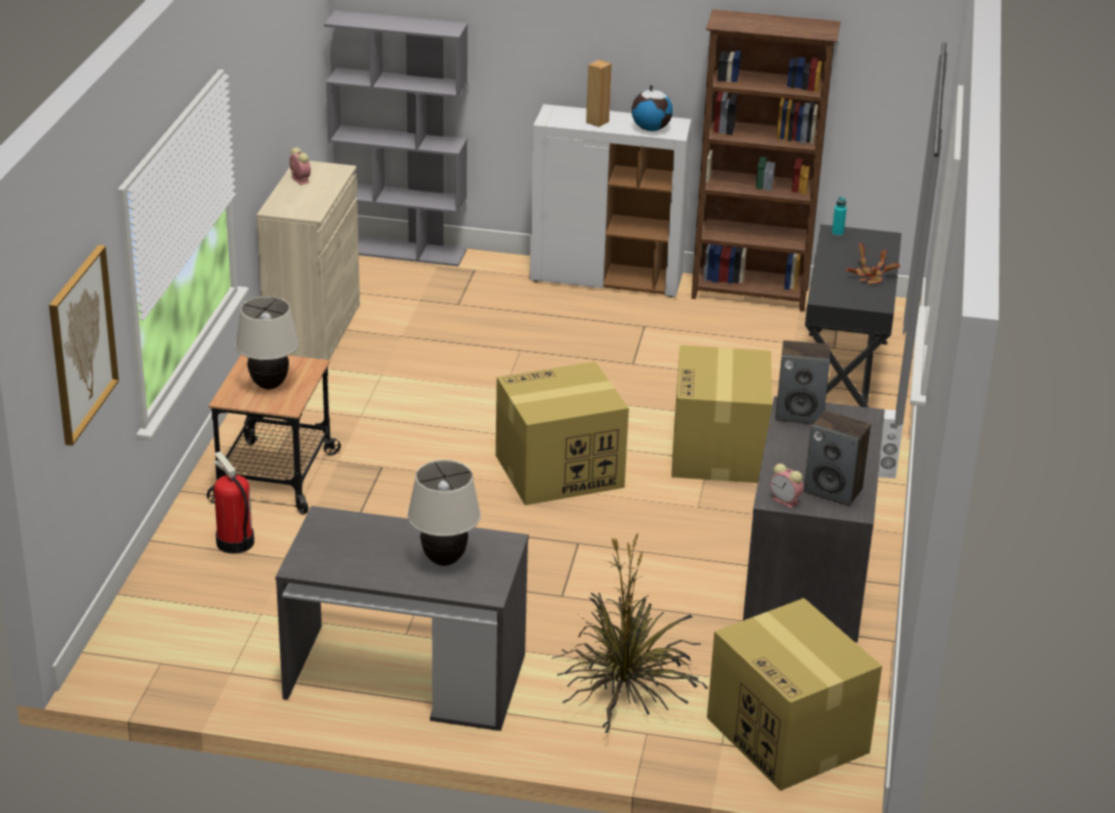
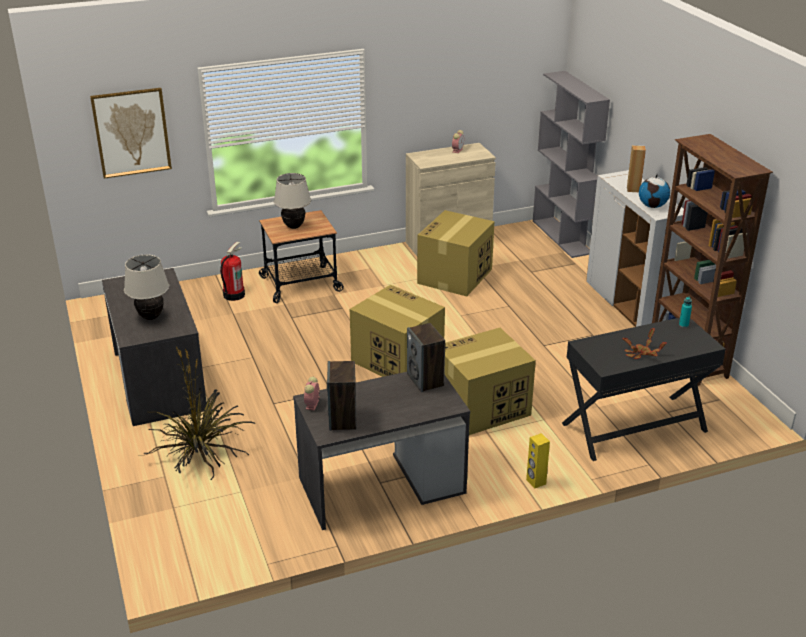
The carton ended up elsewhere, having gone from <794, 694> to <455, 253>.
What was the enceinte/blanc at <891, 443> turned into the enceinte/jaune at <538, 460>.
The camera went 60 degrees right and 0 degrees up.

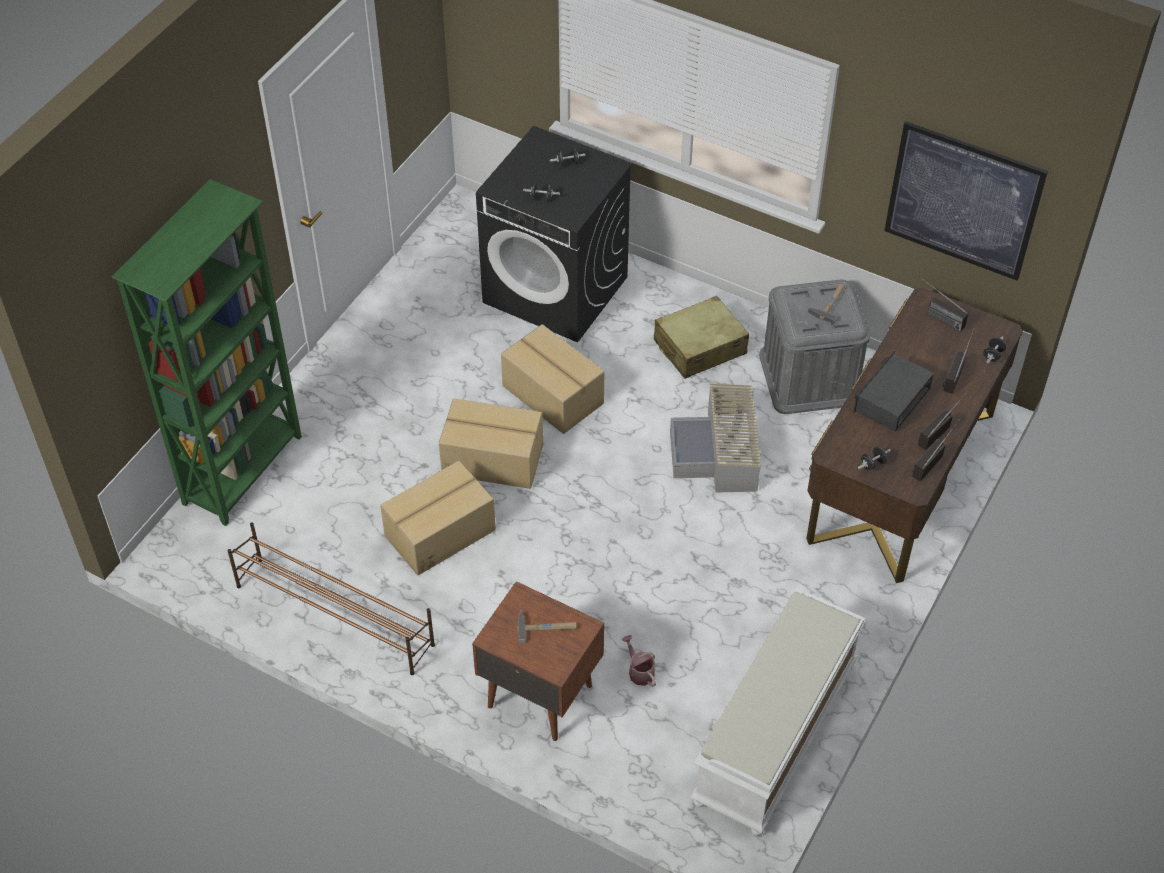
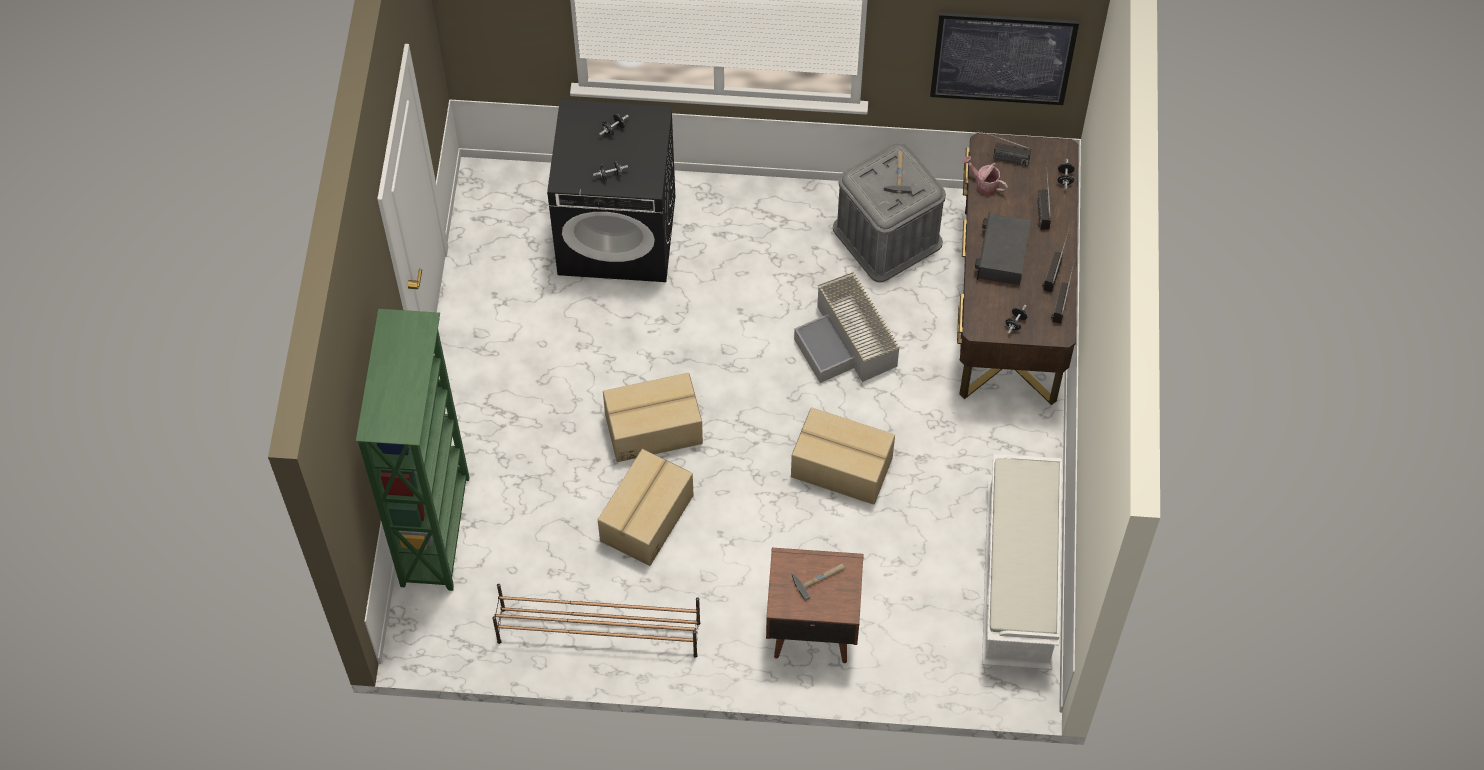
The carton ended up elsewhere, having gone from <552, 379> to <843, 456>.
The arrosoir ended up elsewhere, having gone from <639, 661> to <985, 175>.
The second view lost the valise/beige at <701, 337>.
The camera went 25 degrees left and 10 degrees up.

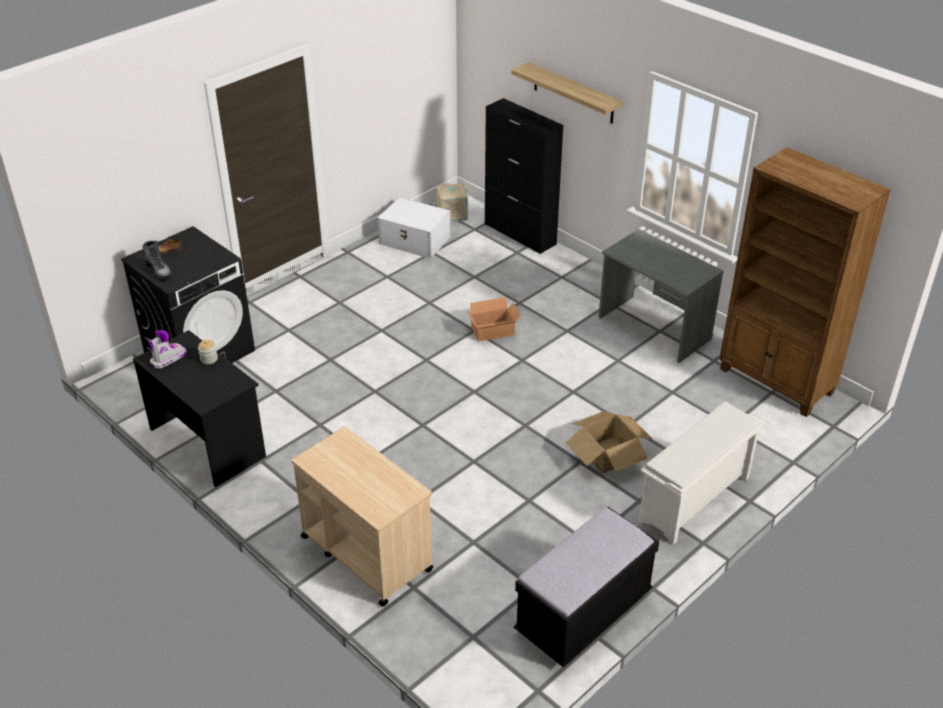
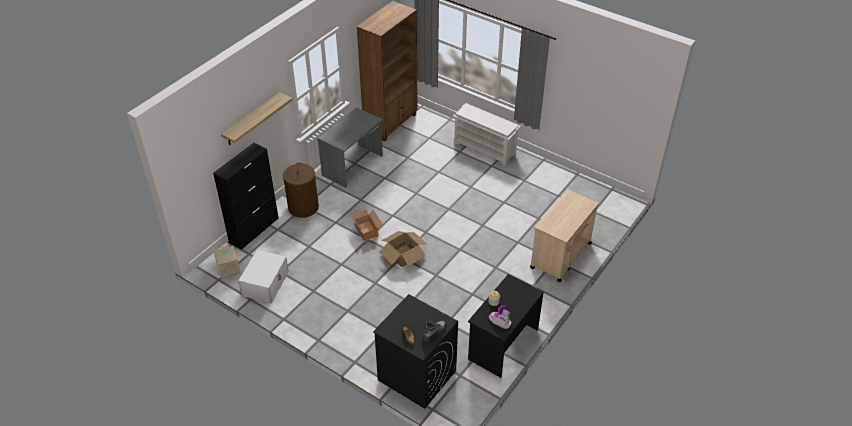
The second view lost the banc/noir at <586, 587>.
The carton ended up elsewhere, having gone from <609, 442> to <403, 249>.
The second view gained the panier à linge/marron at <301, 190>.
The camera went 100 degrees left and 5 degrees up.

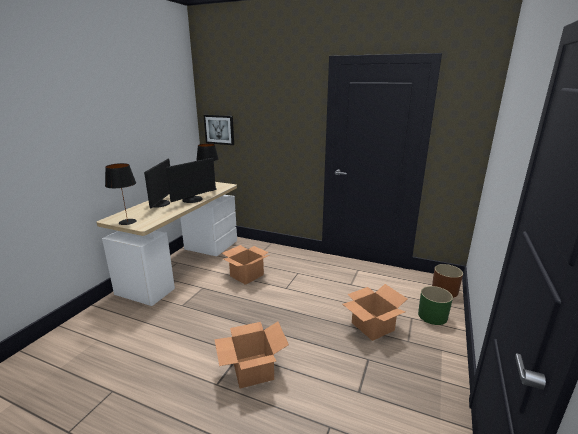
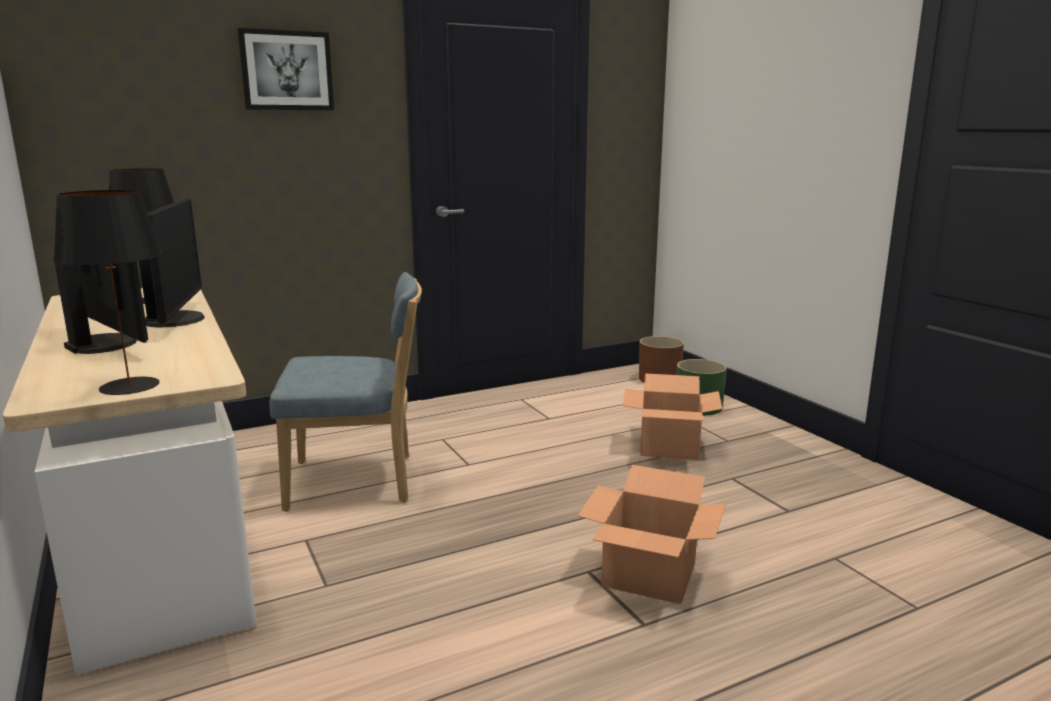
The tableau ended up elsewhere, having gone from <219, 130> to <286, 69>.
Where the carton stood at <246, 265>, the chaise/bleu came to stand at <345, 391>.
The camera went 50 degrees left and 5 degrees down.

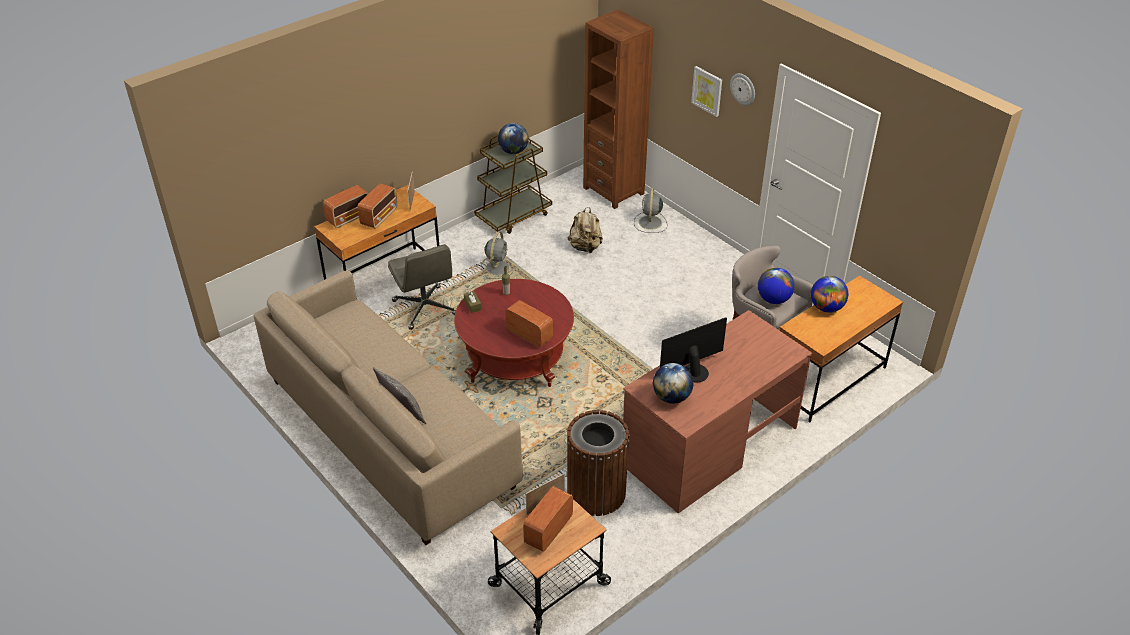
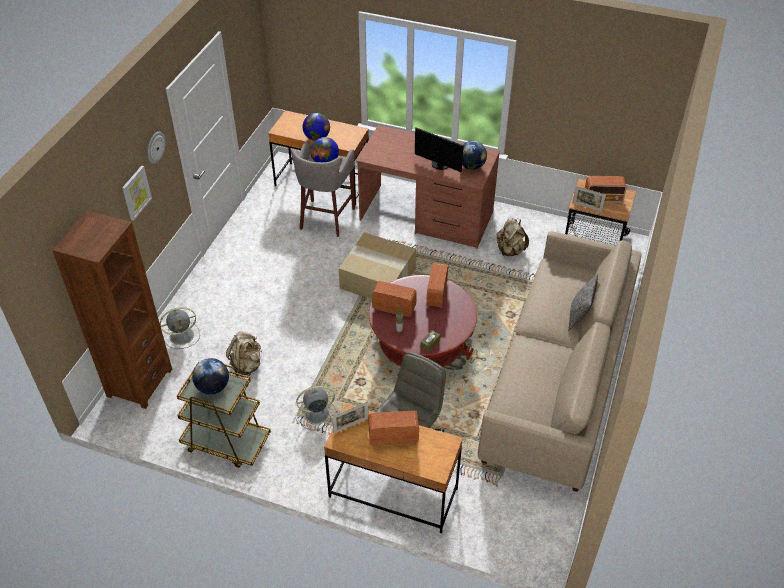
The radio ended up elsewhere, having gone from <345, 206> to <394, 299>.
Where the poubelle/marron stood at <598, 463>, the sac à dos/beige came to stand at <513, 237>.
The second view gained the carton at <377, 265>.
The camera went 120 degrees left and 5 degrees up.

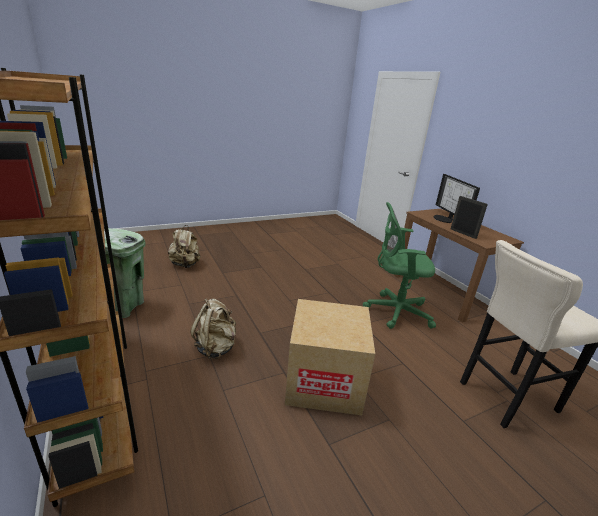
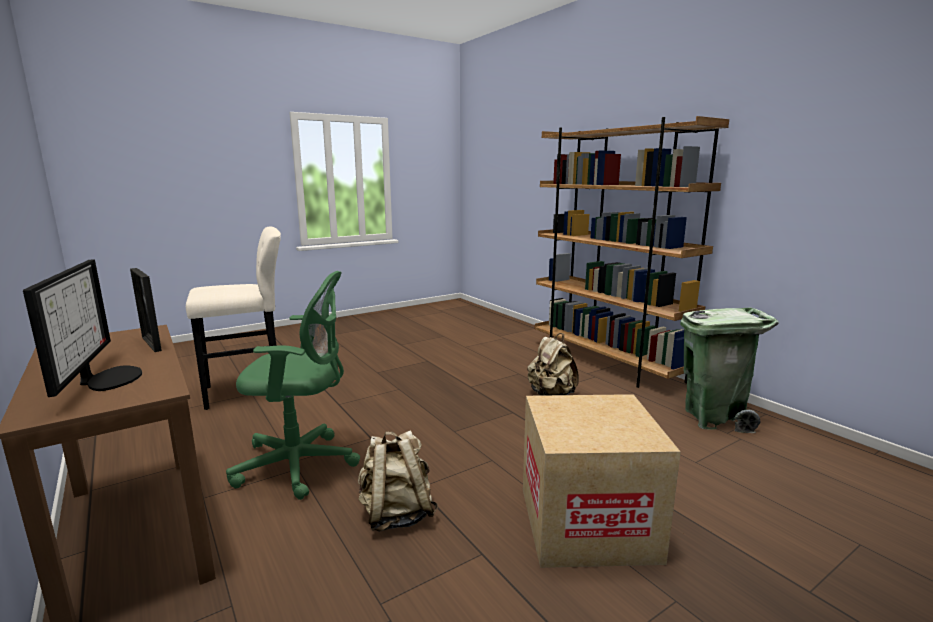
The sac à dos/beige ended up elsewhere, having gone from <184, 246> to <398, 481>.
The carton ended up elsewhere, having gone from <330, 357> to <602, 481>.
The camera went 175 degrees right and 10 degrees down.

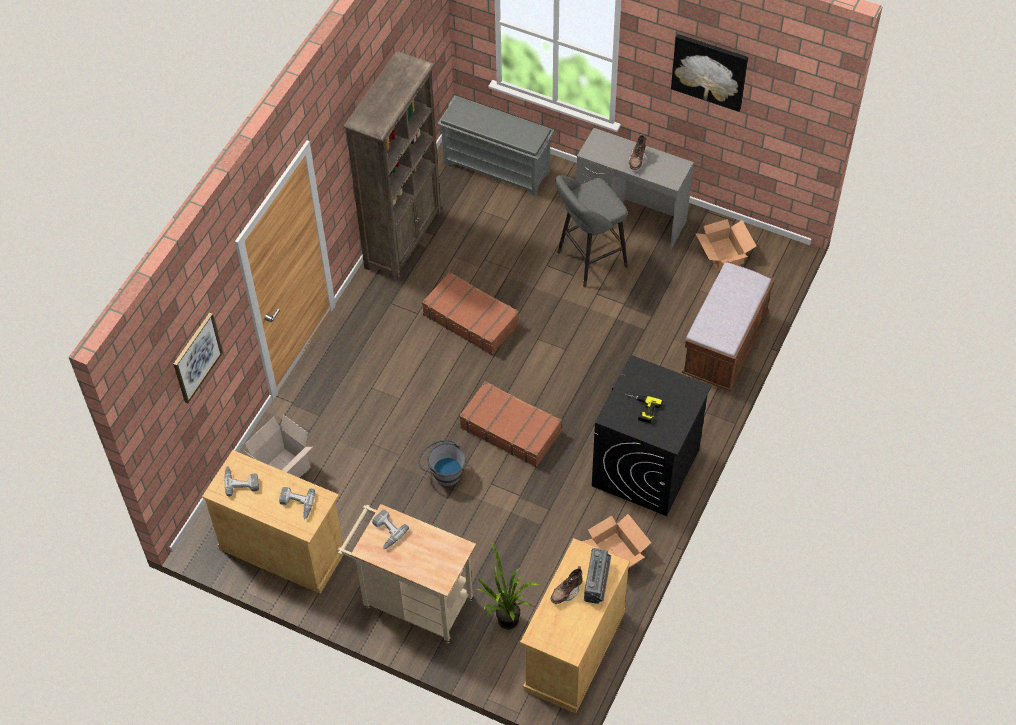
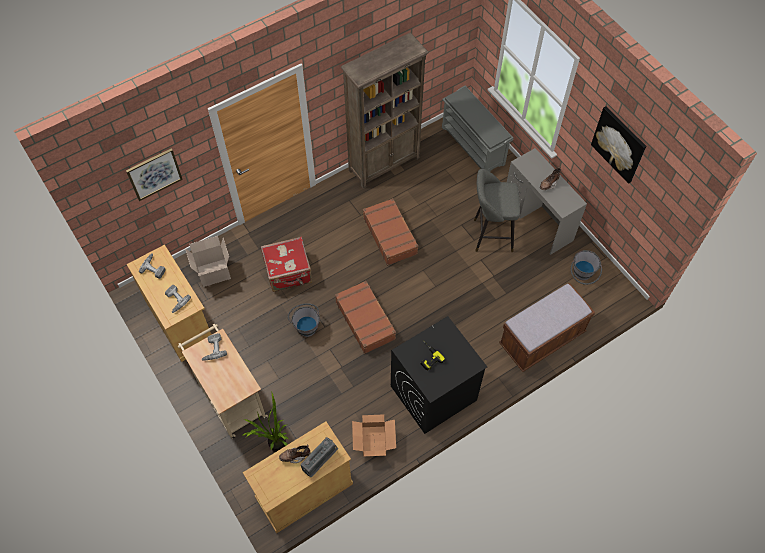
Where the carton stood at <725, 245>, the seau/gris came to stand at <586, 267>.
The second view gained the valise/rouge at <286, 264>.
The camera went 30 degrees right and 5 degrees up.

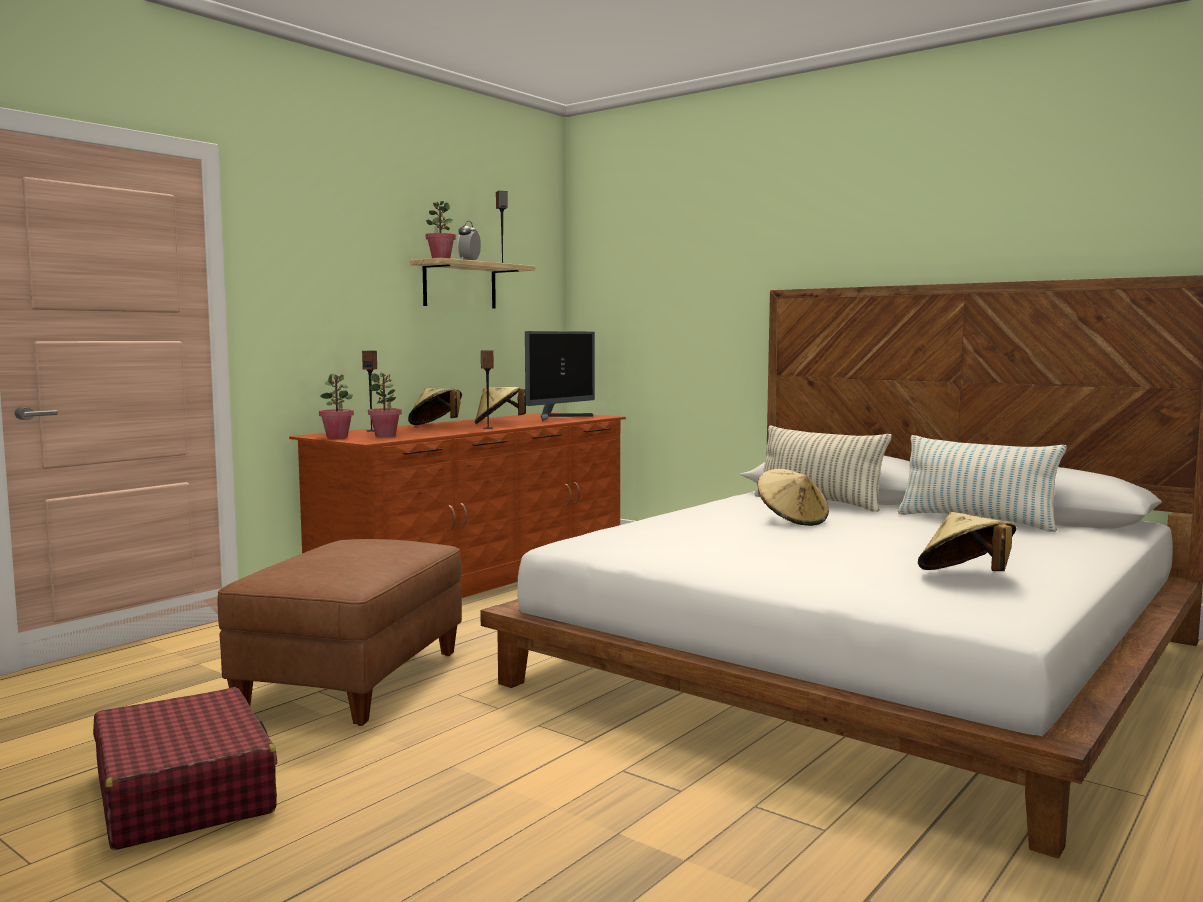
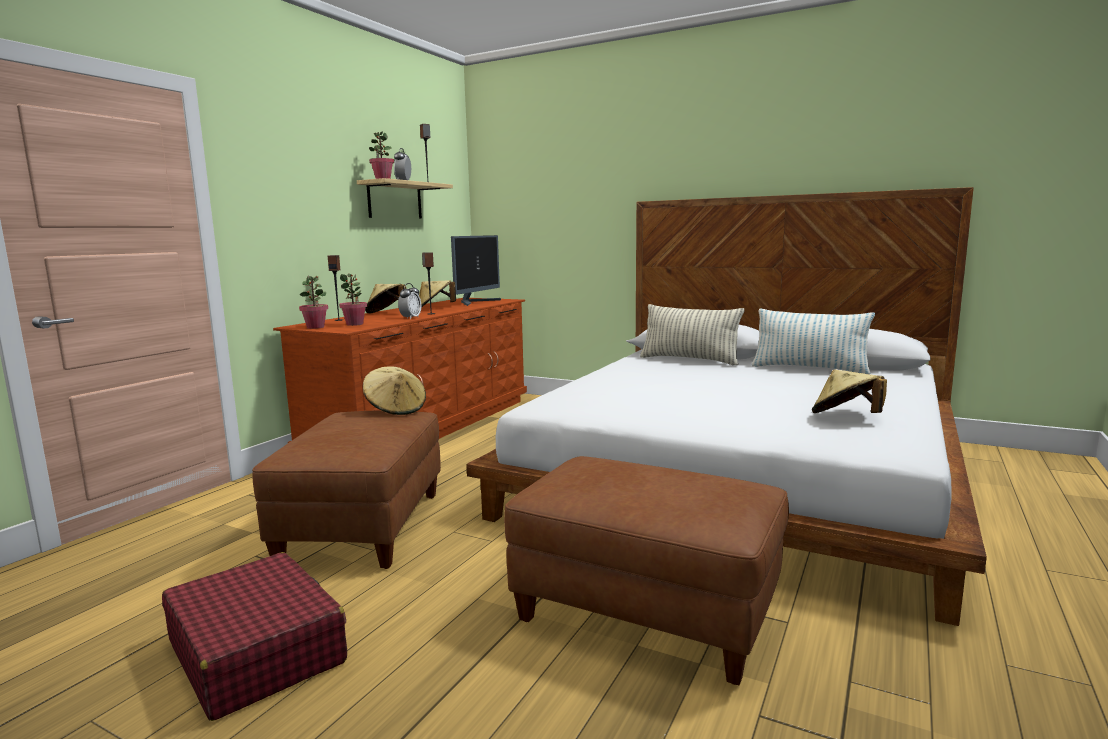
The chapeau/beige ended up elsewhere, having gone from <793, 497> to <394, 391>.
The second view gained the réveil at <409, 301>.
The second view gained the pouf/marron at <646, 570>.
The camera went 10 degrees left and 5 degrees up.

